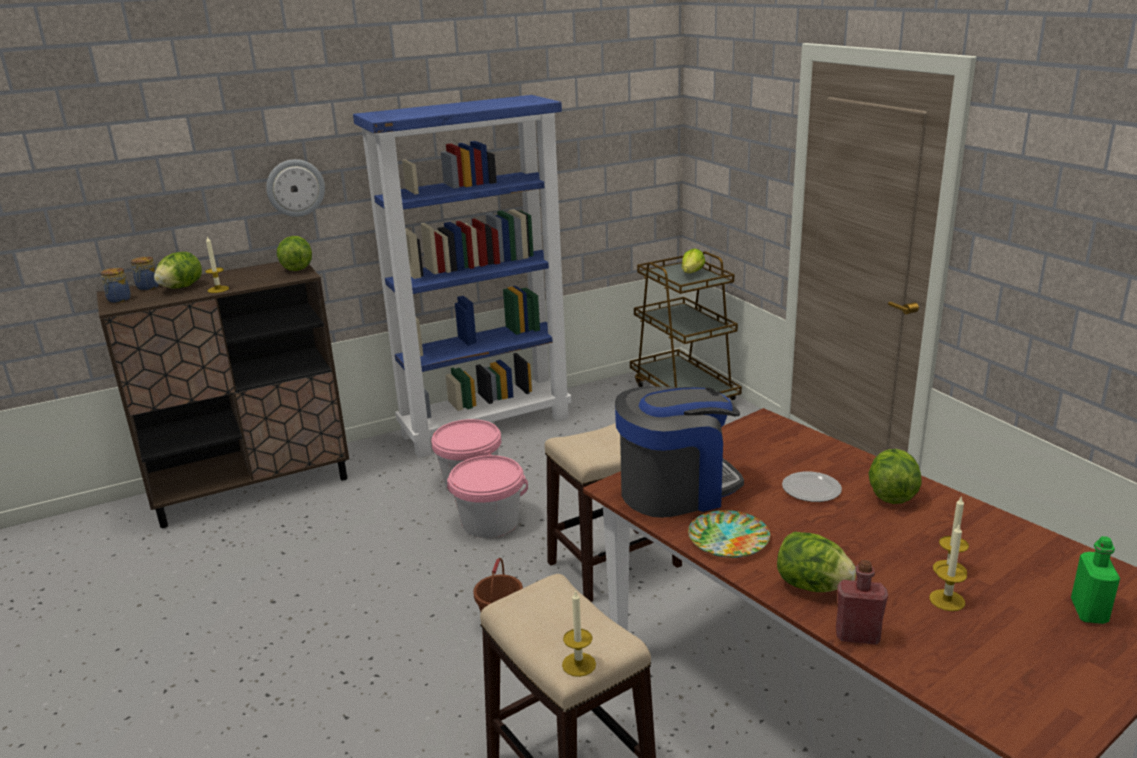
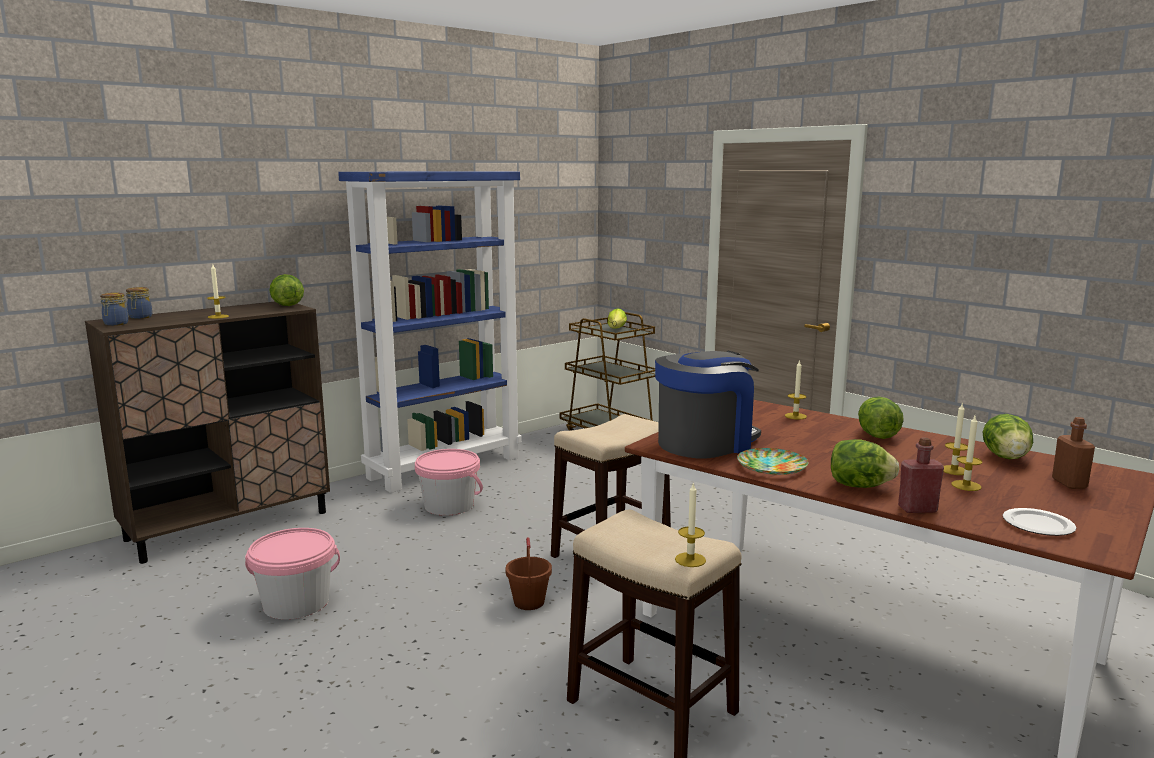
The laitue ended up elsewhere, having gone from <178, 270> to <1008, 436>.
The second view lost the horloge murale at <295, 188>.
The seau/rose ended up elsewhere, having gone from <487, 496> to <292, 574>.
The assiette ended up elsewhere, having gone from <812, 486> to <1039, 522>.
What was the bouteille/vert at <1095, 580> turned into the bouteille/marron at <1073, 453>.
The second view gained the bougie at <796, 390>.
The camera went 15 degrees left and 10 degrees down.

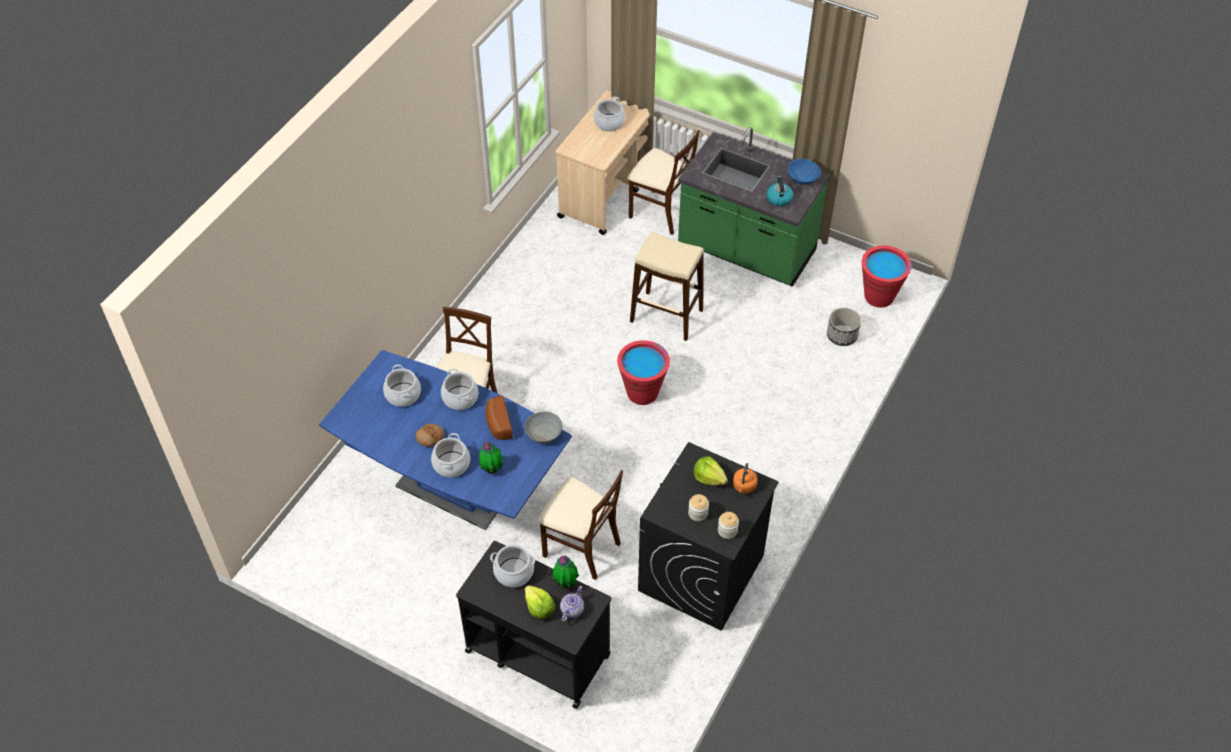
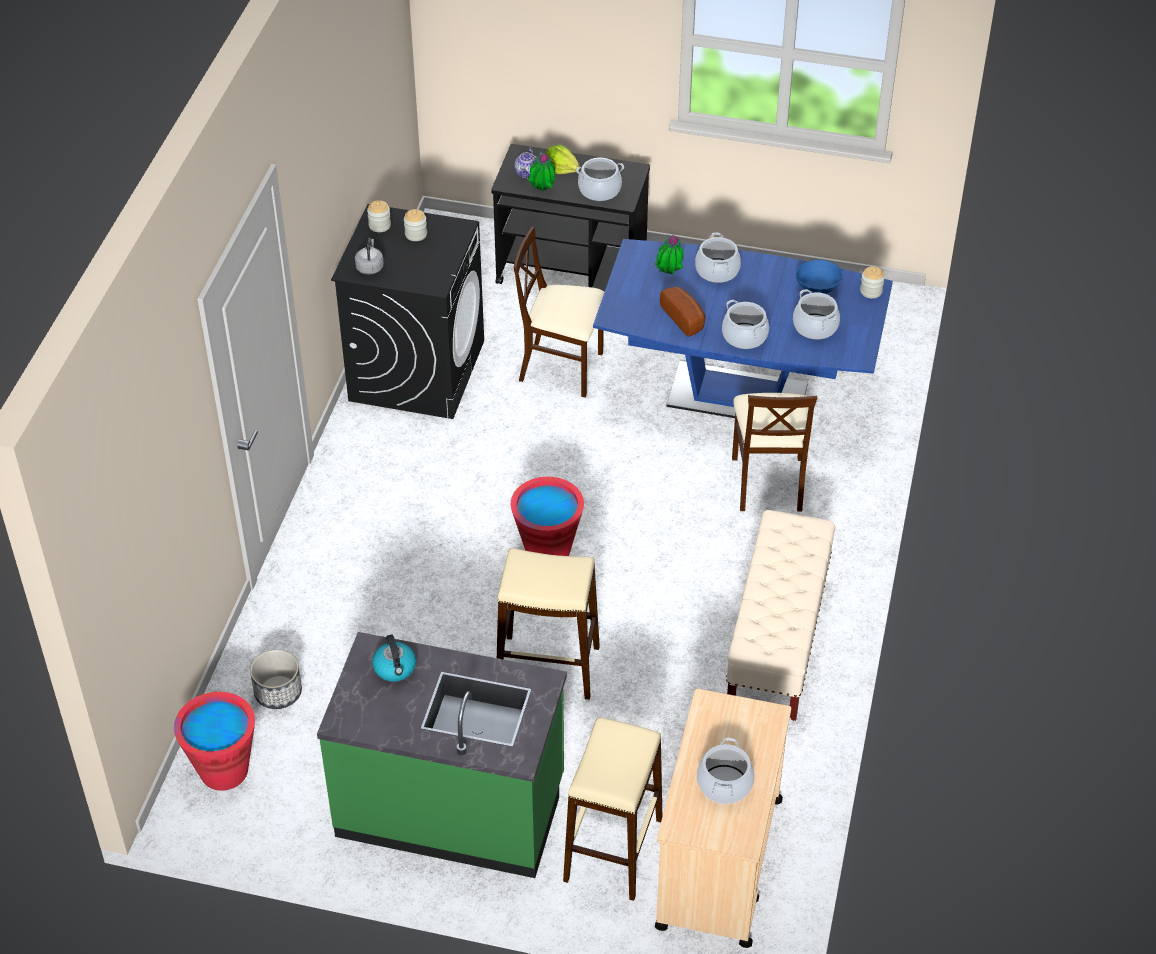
The second view lost the pain at <430, 435>.
The second view lost the bol/gris at <543, 428>.
Where the chaise/beige stood at <663, 182>, the tabouret/beige came to stand at <612, 809>.
The second view lost the laitue at <711, 471>.
What was the bouilloire/orange at <745, 478> turned into the bouilloire/gris at <369, 255>.
The bol/bleu ended up elsewhere, having gone from <804, 171> to <819, 277>.
The second view gained the banc/beige at <781, 615>.
The second view gained the bocal at <872, 282>.
The camera went 165 degrees right and 5 degrees down.

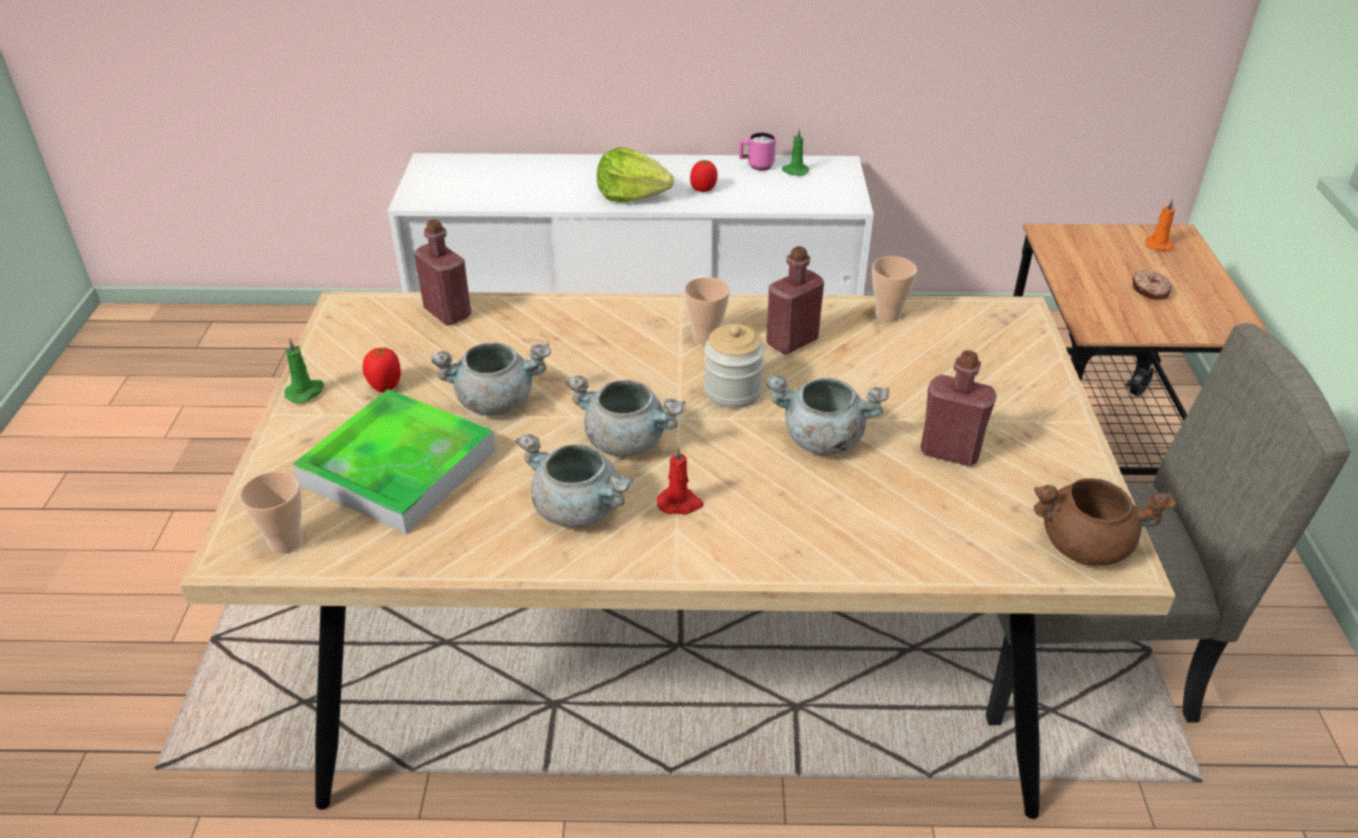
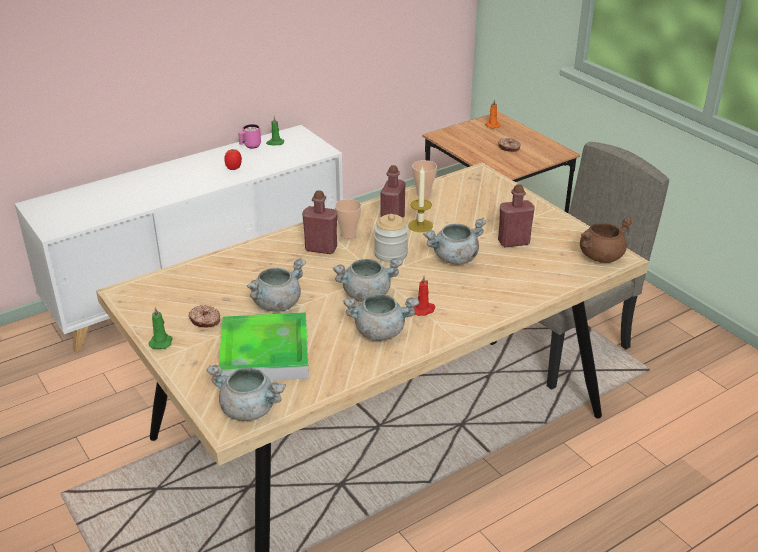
Where the tasse stood at <271, 512>, the marmite/gris came to stand at <246, 393>.
Where the tomate stood at <382, 370>, the beignet came to stand at <204, 316>.
The bouteille/rouge ended up elsewhere, having gone from <442, 272> to <319, 222>.
The second view lost the laitue at <635, 174>.
The second view gained the bougie at <420, 199>.
The camera went 35 degrees left and 5 degrees down.

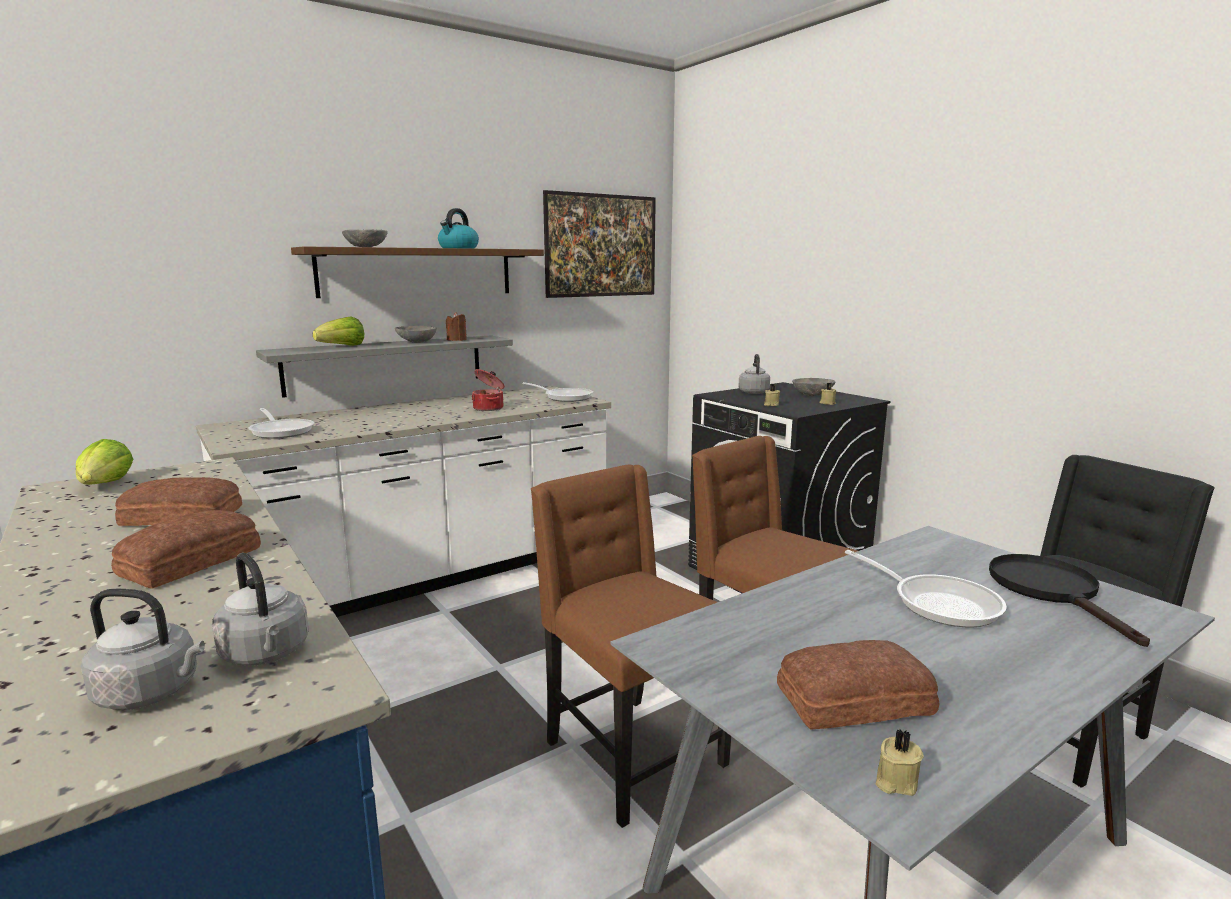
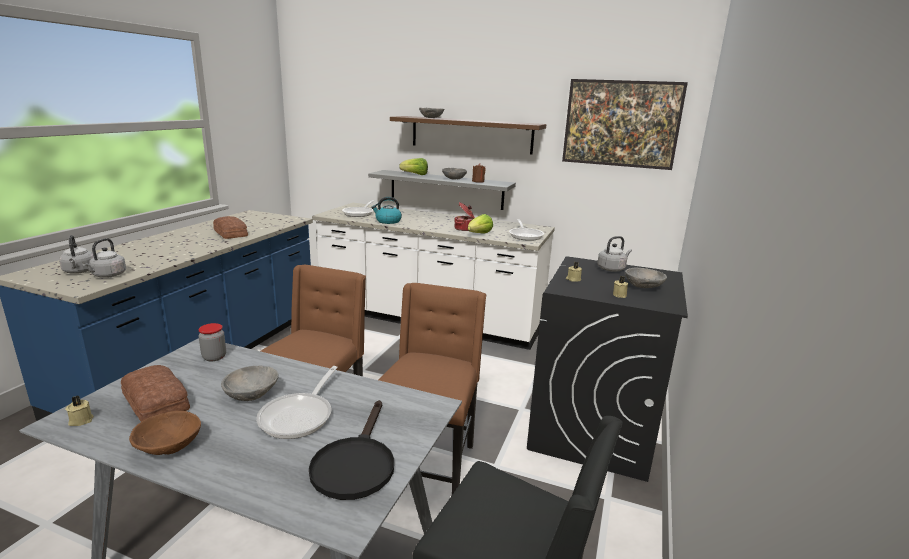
The laitue ended up elsewhere, having gone from <104, 462> to <480, 223>.
The second view lost the pain at <186, 549>.
The bouilloire ended up elsewhere, having gone from <458, 228> to <386, 210>.
The poêle/noir at <1069, 600> ended up facing another way, 135 degrees clockwise from before.
The second view gained the bol/marron at <165, 433>.
The second view gained the bocal at <212, 342>.
The second view gained the bol/gris at <250, 383>.
The camera went 55 degrees right and 5 degrees up.

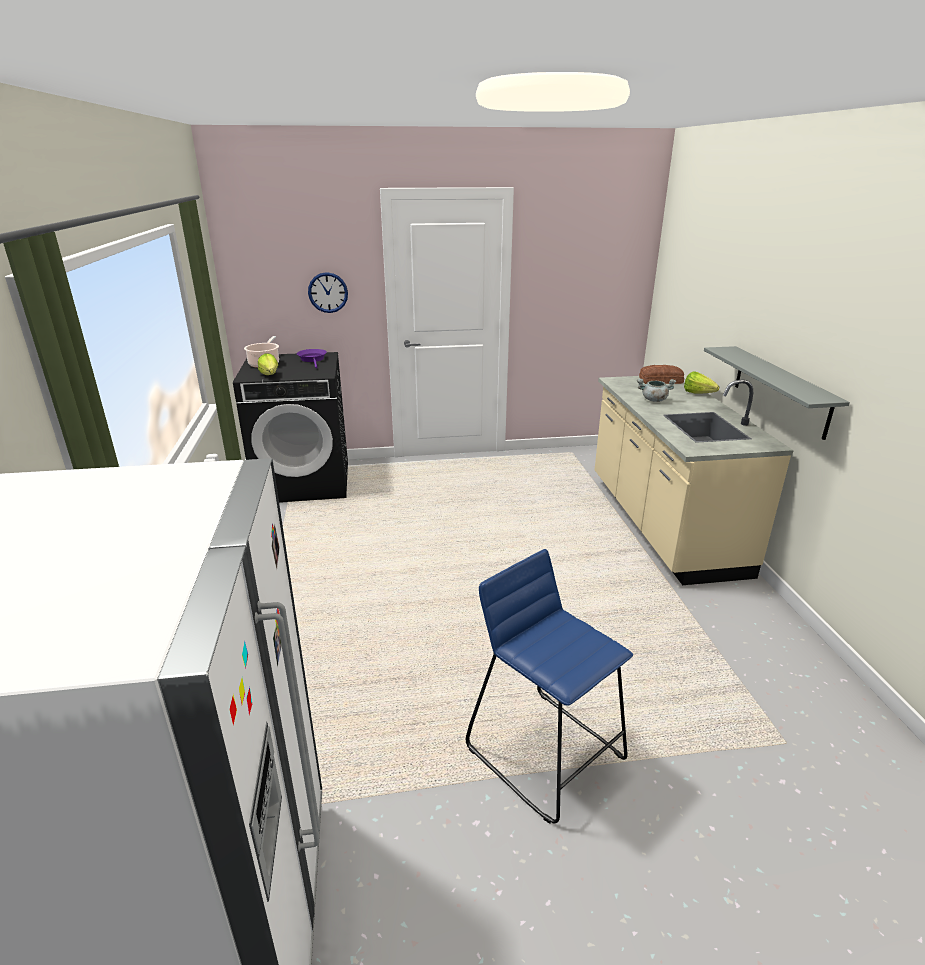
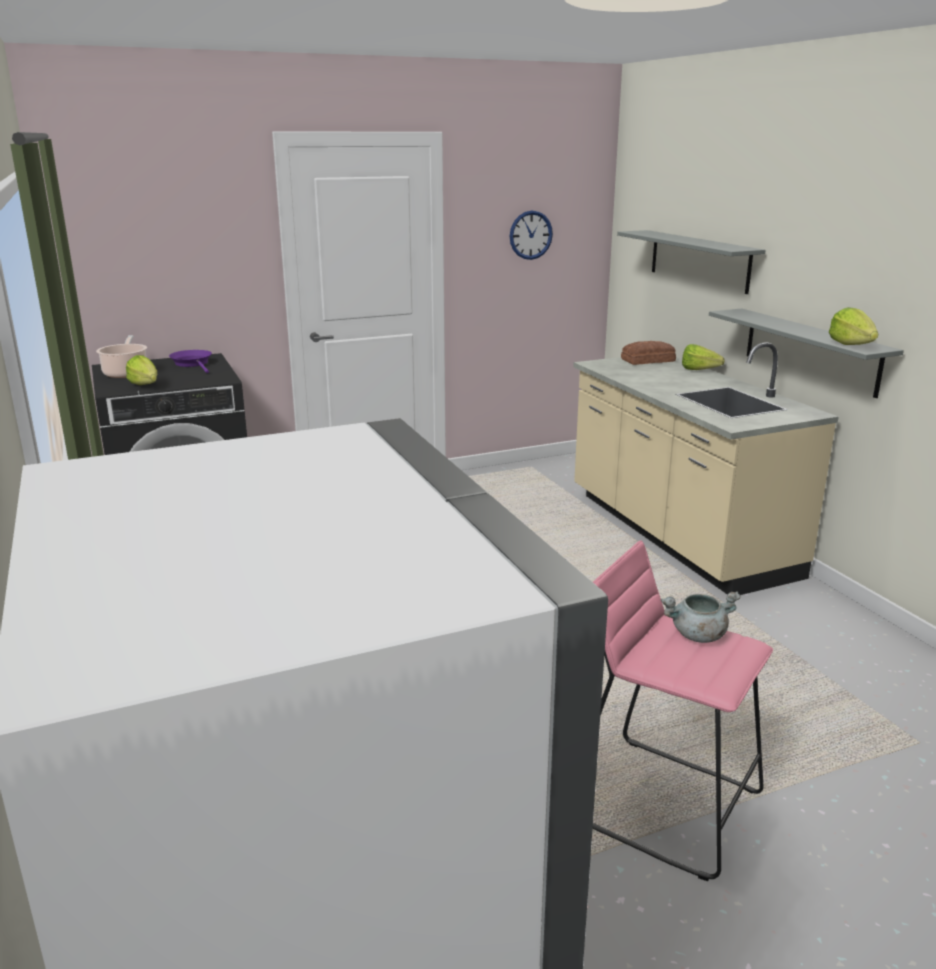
The horloge murale ended up elsewhere, having gone from <328, 292> to <531, 235>.
What was the tabouret/bleu at <549, 686> turned into the tabouret/rose at <682, 711>.
The marmite/gris ended up elsewhere, having gone from <656, 390> to <701, 617>.
The second view gained the étagère/gris at <691, 262>.
The second view gained the laitue at <853, 326>.
The camera went 15 degrees left and 5 degrees down.

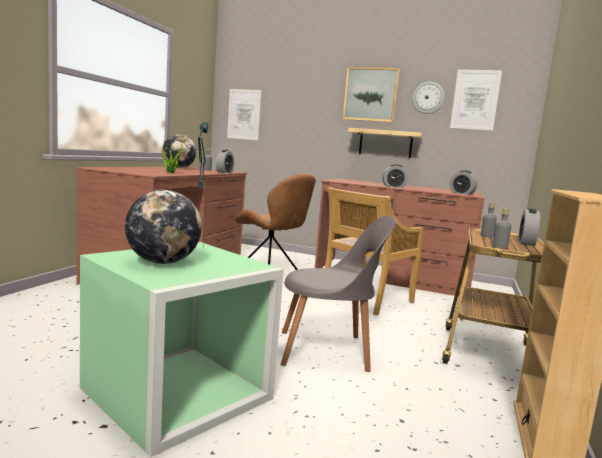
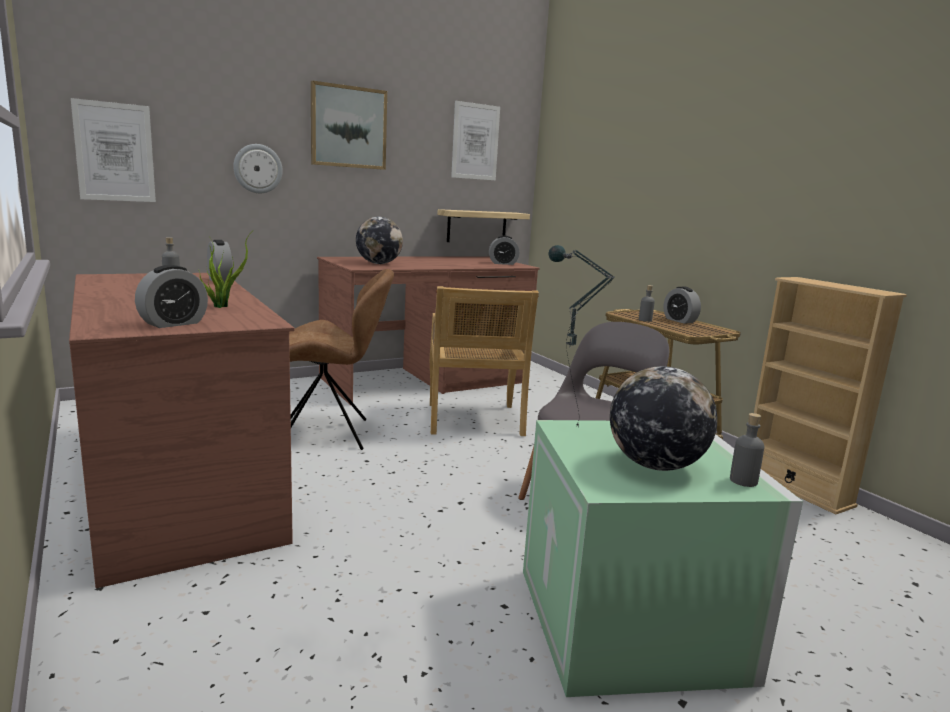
The globe ended up elsewhere, having gone from <179, 151> to <379, 240>.
The étagère ended up elsewhere, having gone from <385, 143> to <483, 225>.
The réveil ended up elsewhere, having gone from <395, 176> to <171, 296>.
The horloge murale ended up elsewhere, having gone from <428, 97> to <258, 168>.
The bouteille/gris ended up elsewhere, having gone from <502, 228> to <747, 450>.
The camera went 50 degrees left and 5 degrees up.

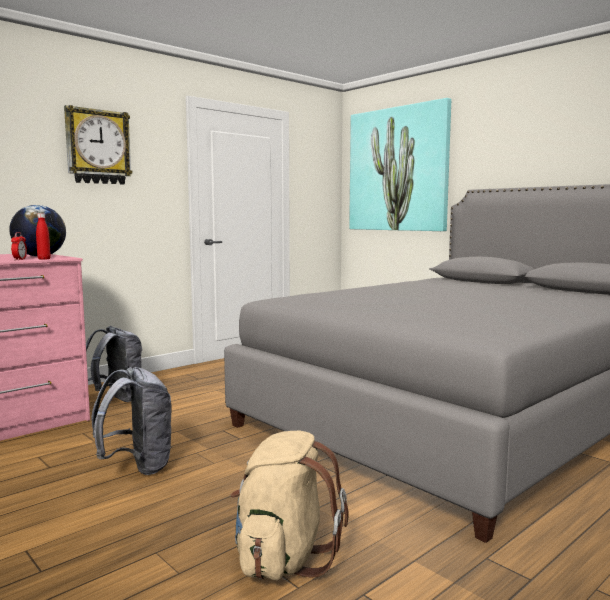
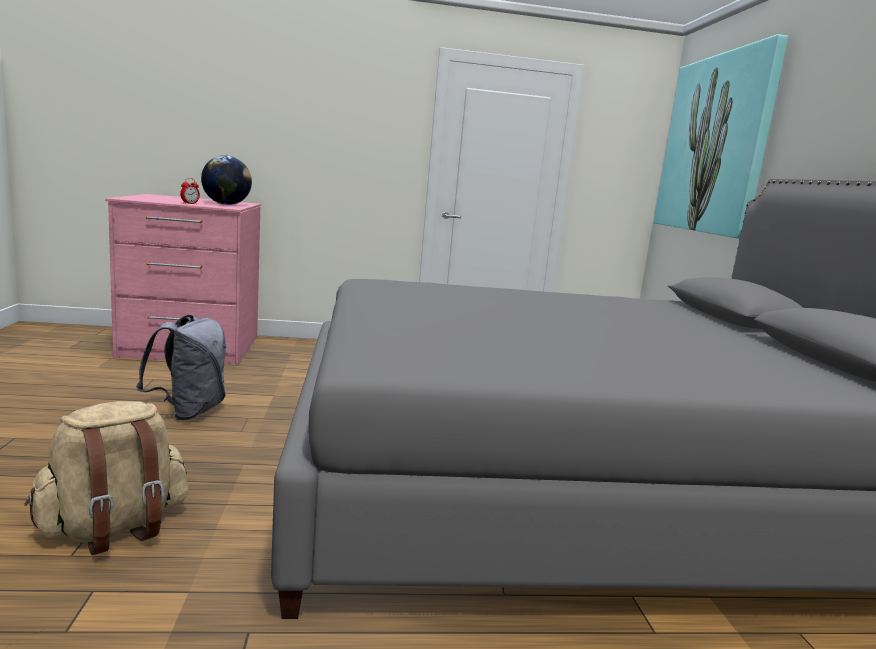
The second view lost the bouteille/rouge at <43, 236>.
The second view lost the horloge murale at <98, 145>.
The second view lost the sac à dos/gris at <114, 364>.
The camera went 35 degrees right and 5 degrees up.

